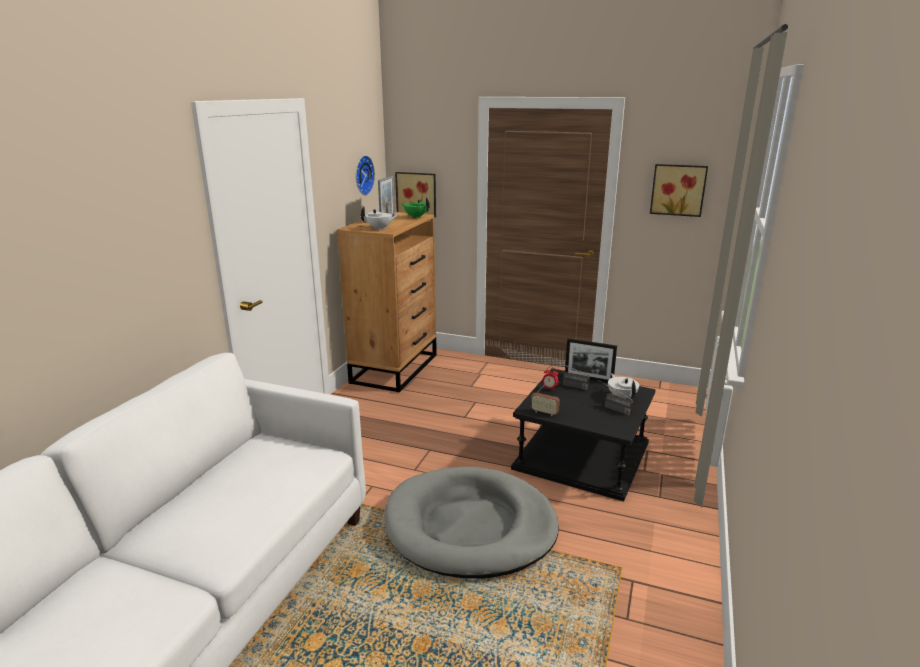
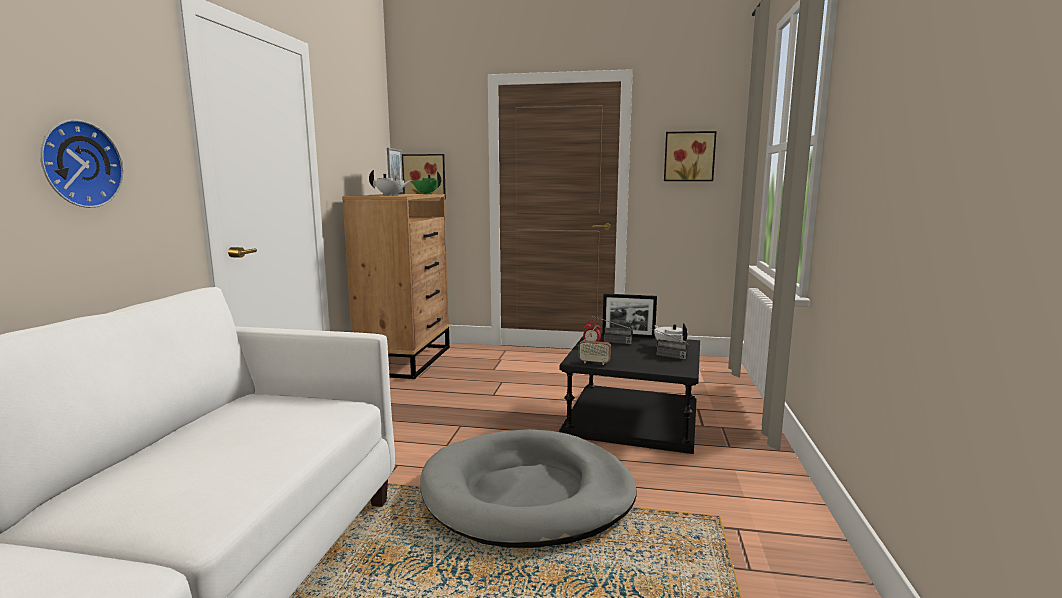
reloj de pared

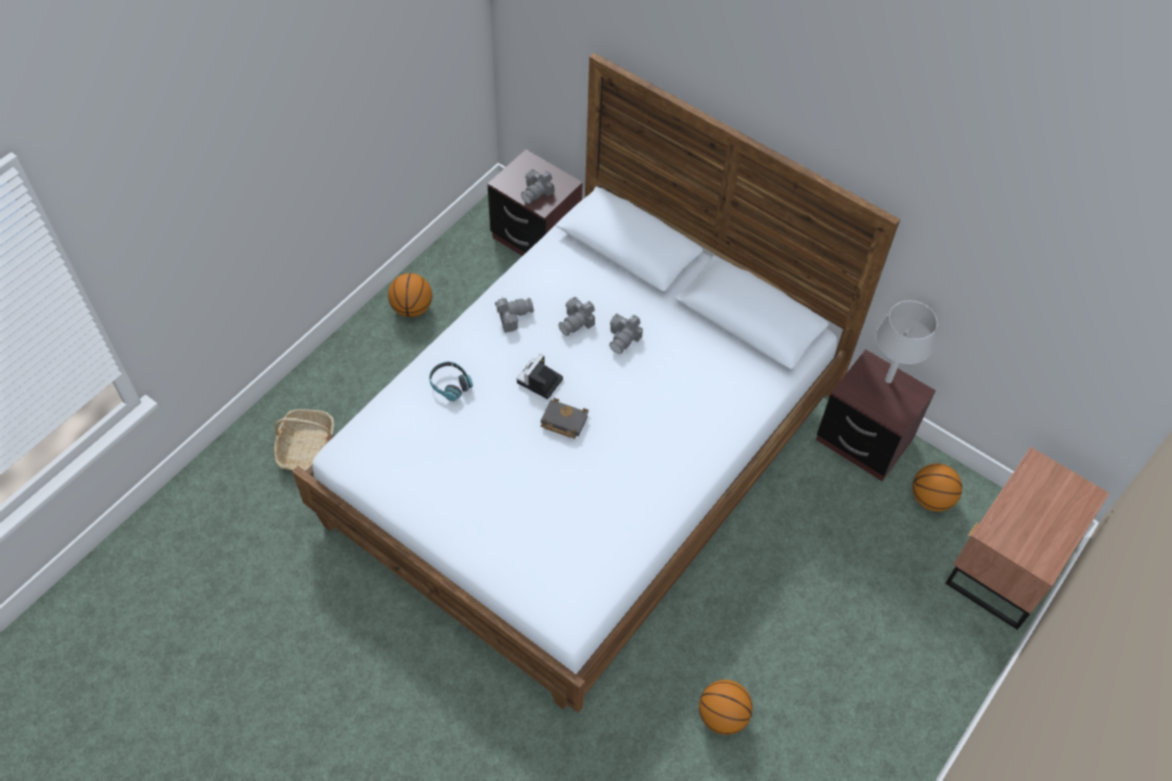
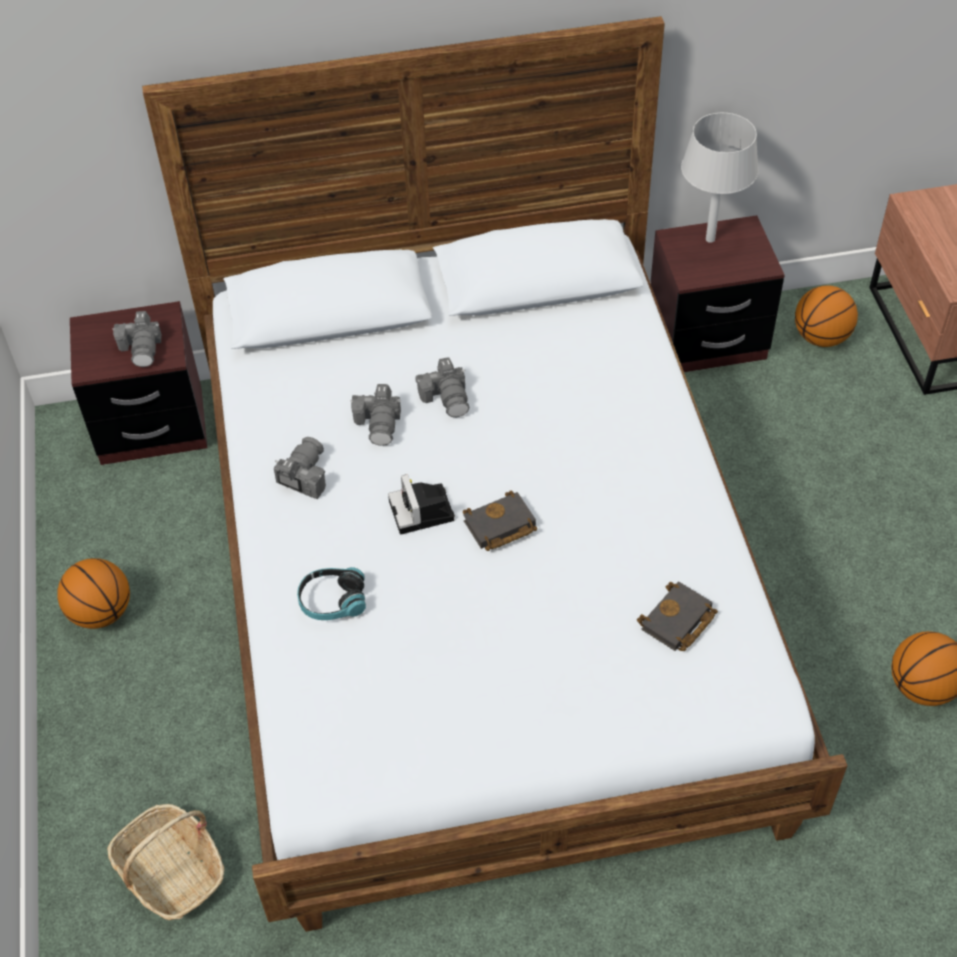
libro [negro] (2nd from left)

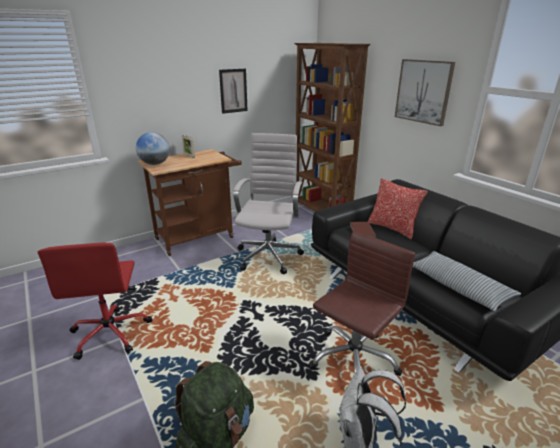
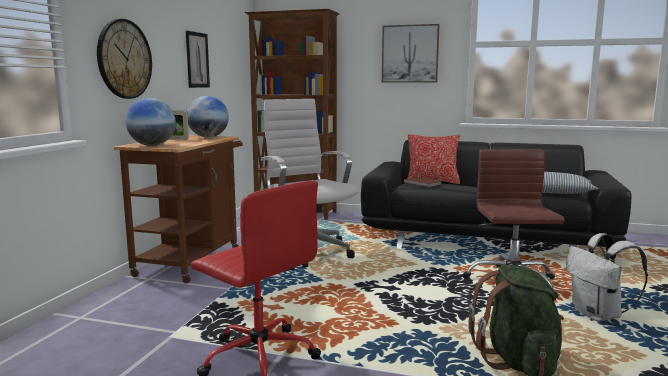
reloj de pared
globo terráqueo (2nd from left)

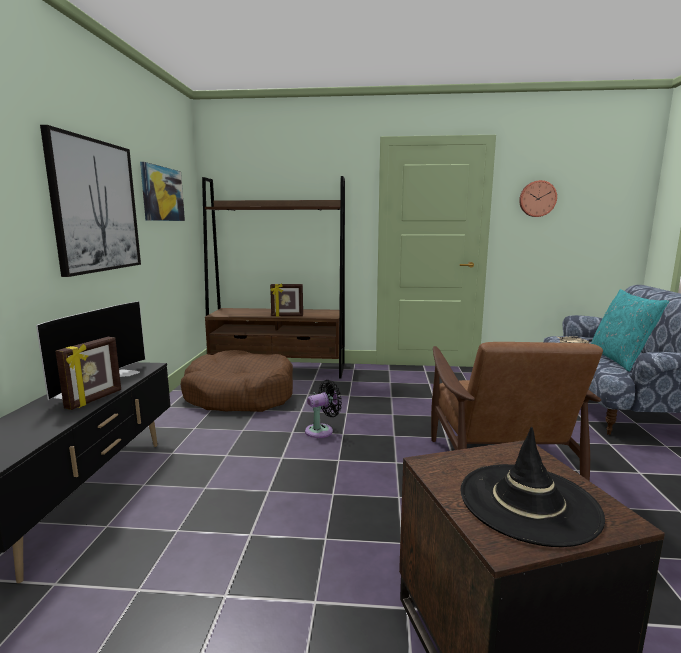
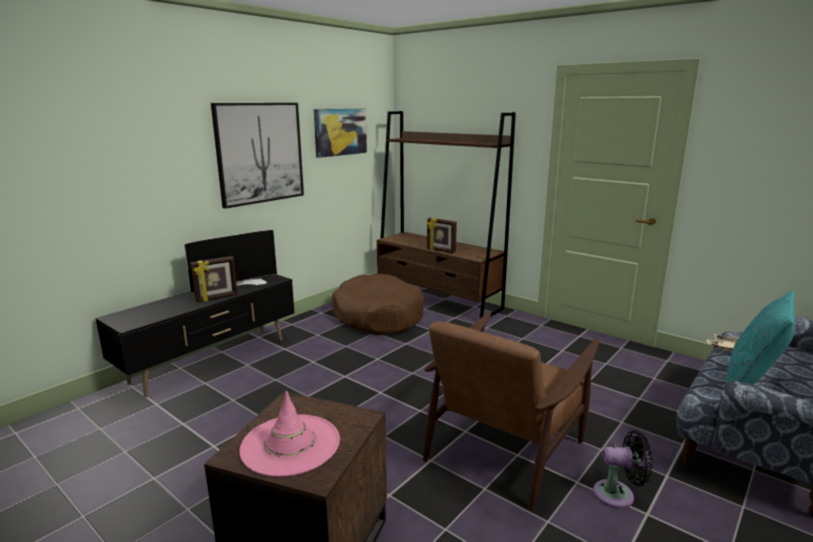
sombrero [rosa]
ventilador [negro]
reloj de pared

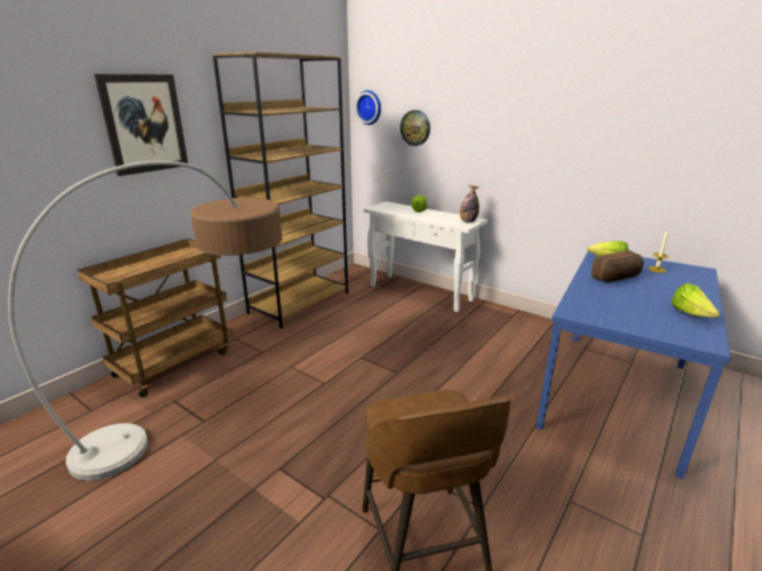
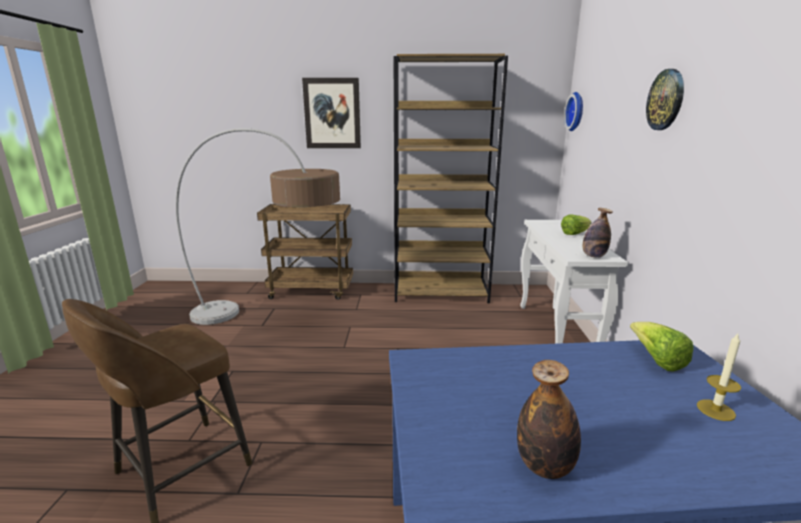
botella (1st from left)
reloj de pared (2nd from left)
pan

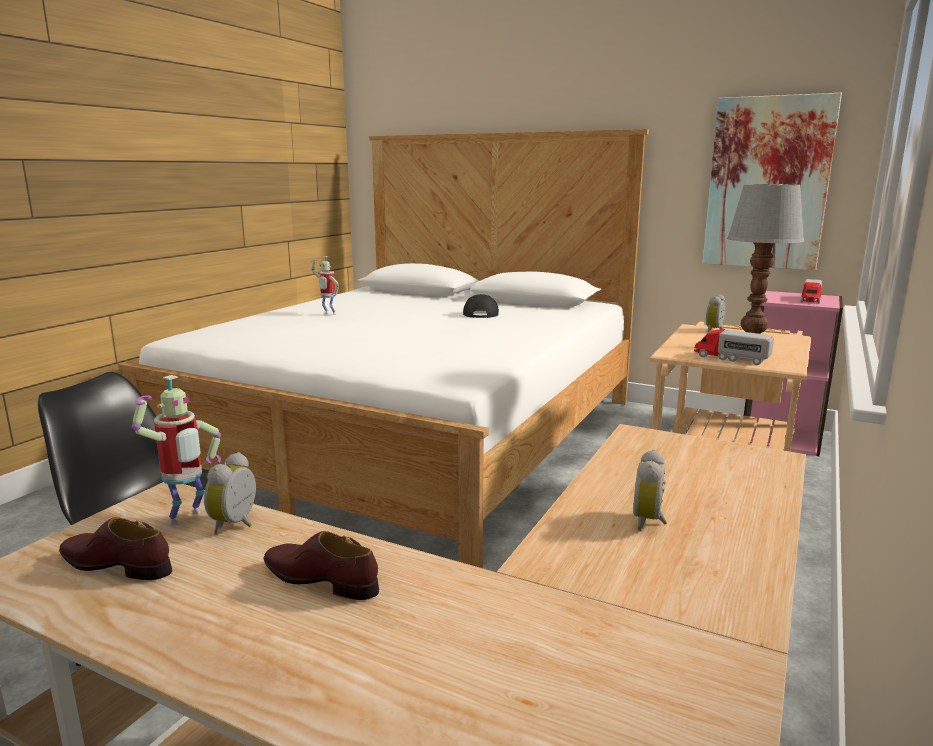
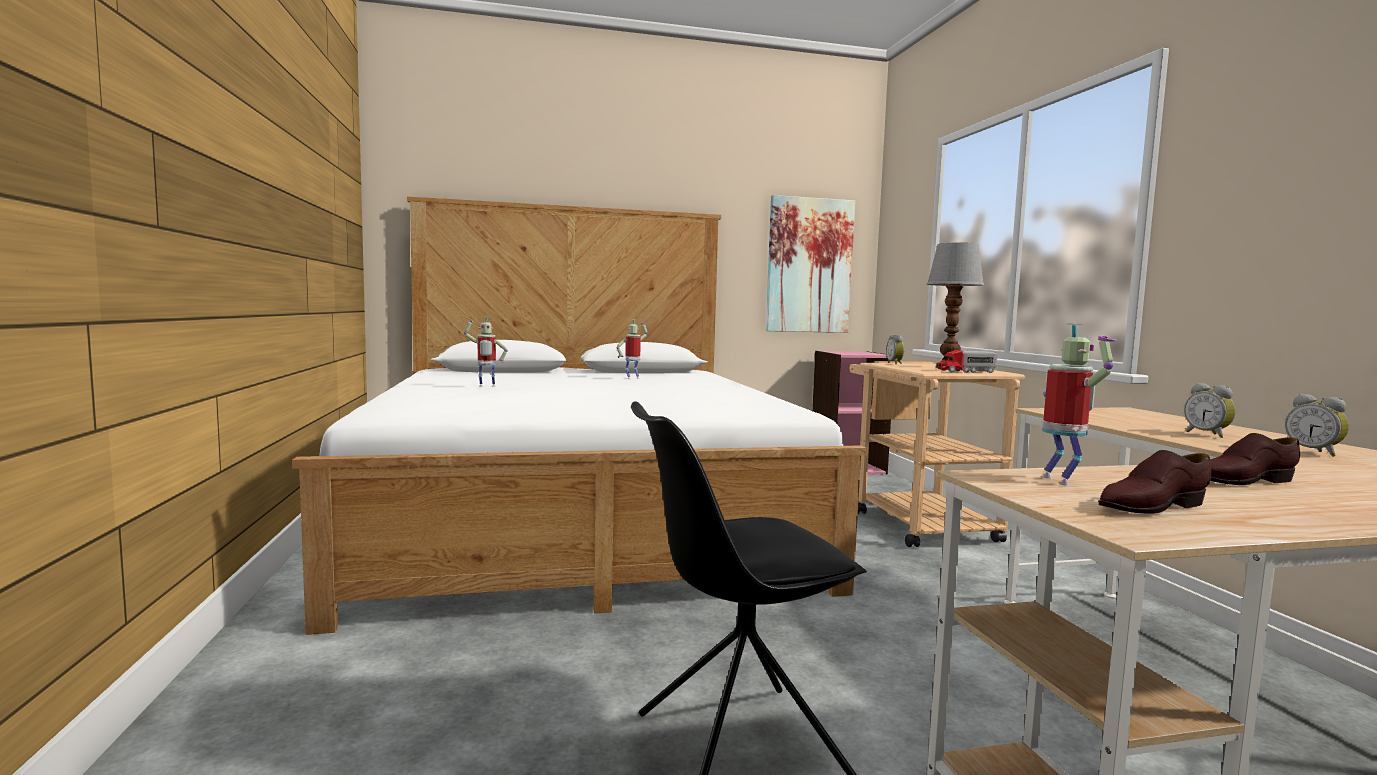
robot de juguete (2nd from left)
despertador (3rd from left)
camión de juguete (2nd from left in the first image)

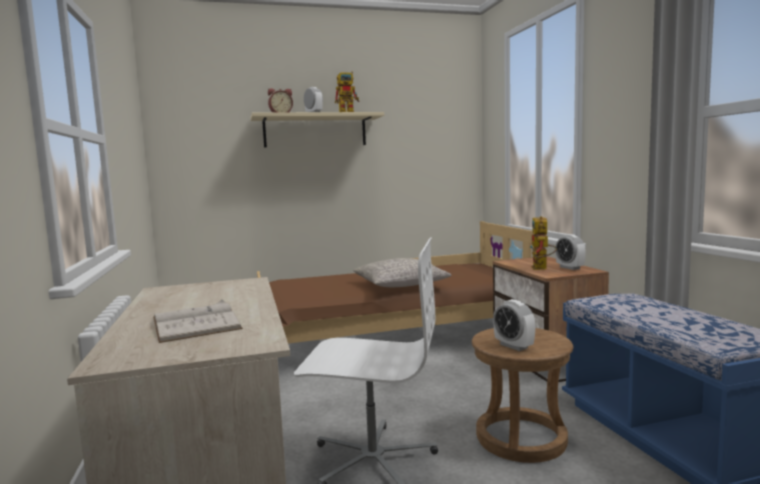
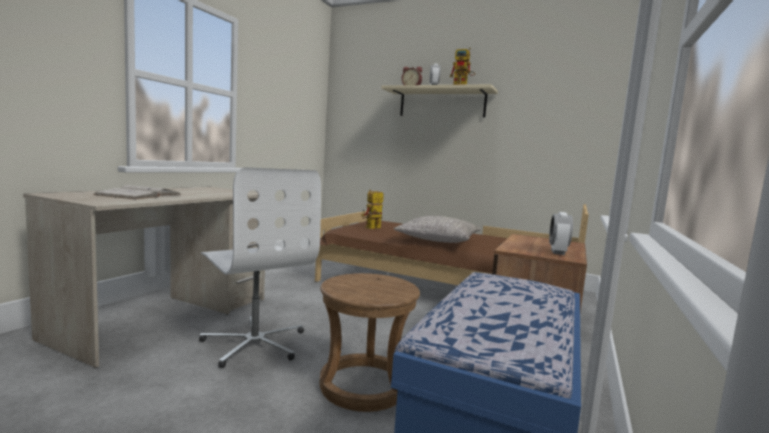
robot de juguete (1st from left)
despertador (3rd from left in the first image)

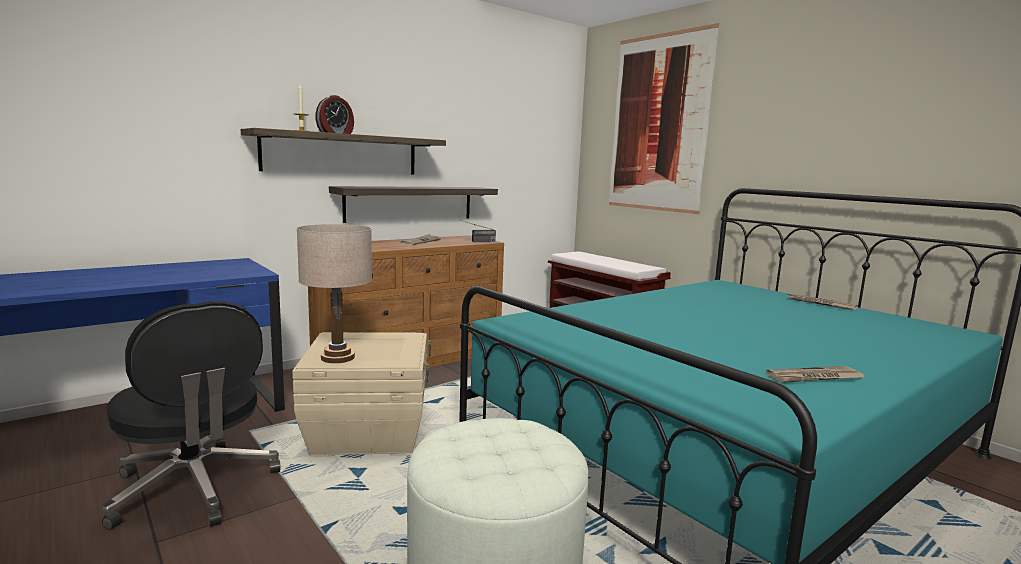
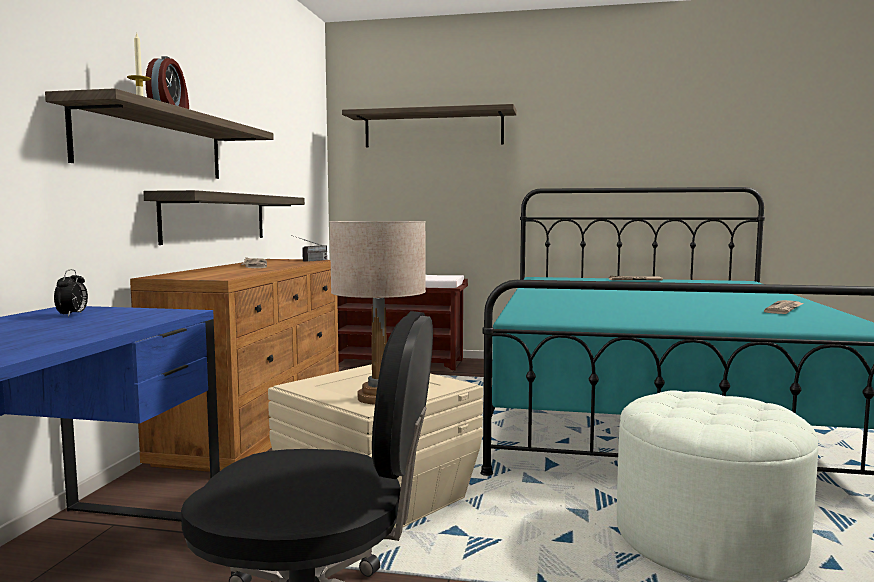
despertador (1st from left)
estante (3rd from left)

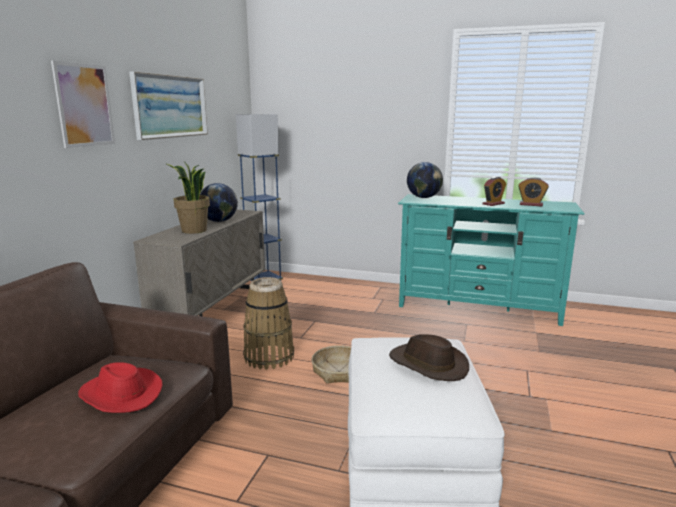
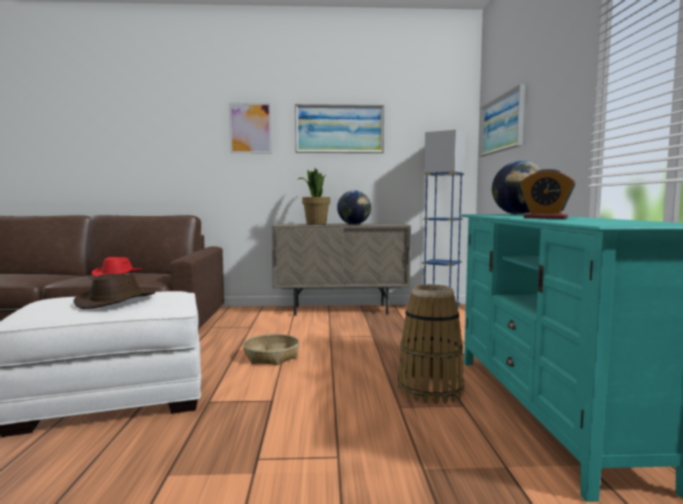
cesta (2nd from left)
cuadro (3rd from left)
despertador (2nd from left in the first image)

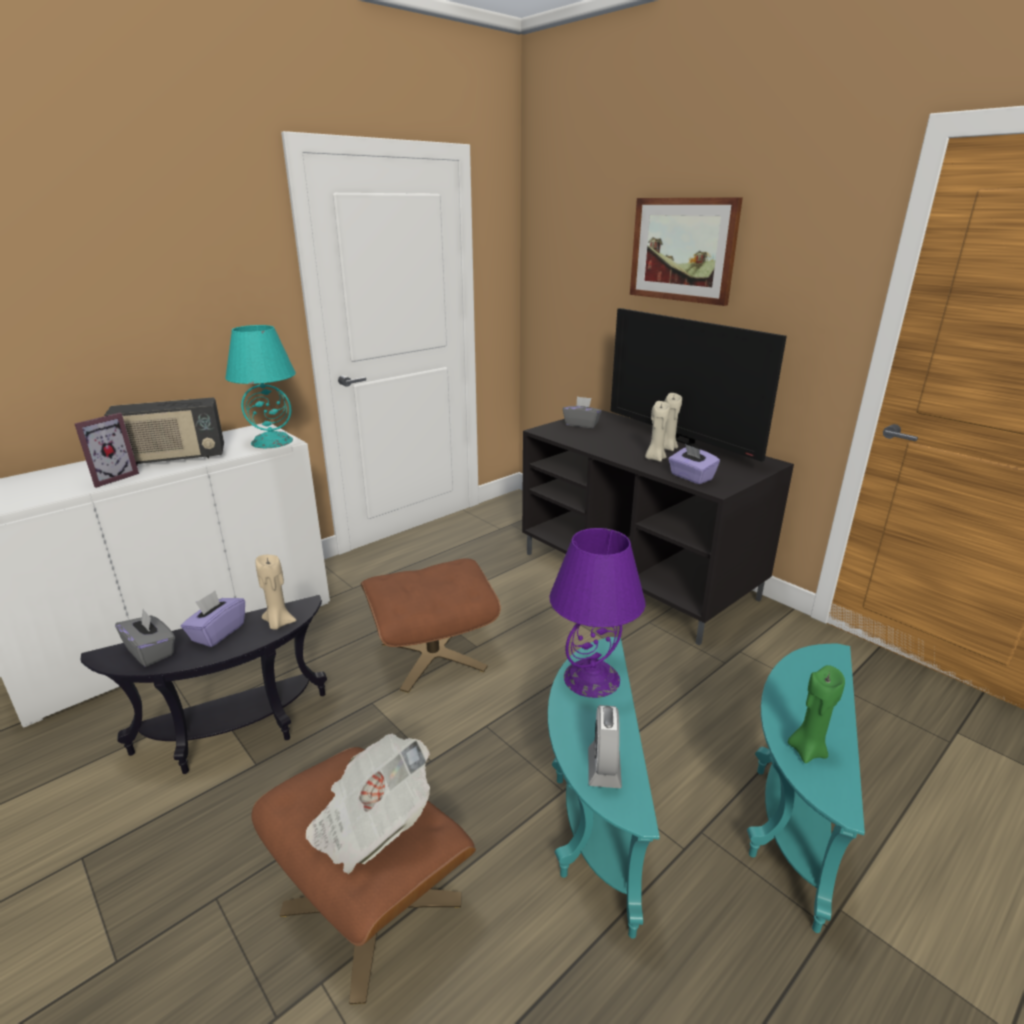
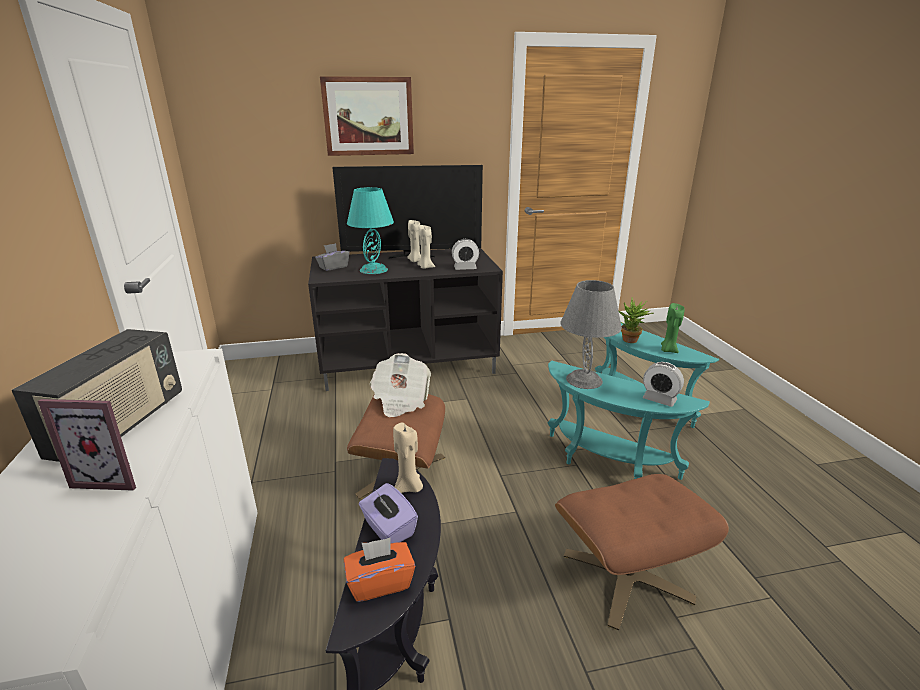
portarretratos
caja de pañuelos [naranja]
lámpara de mesa [turquesa]
periódico
despertador (1st from left)
lámpara de mesa [gris]
planta en maceta

